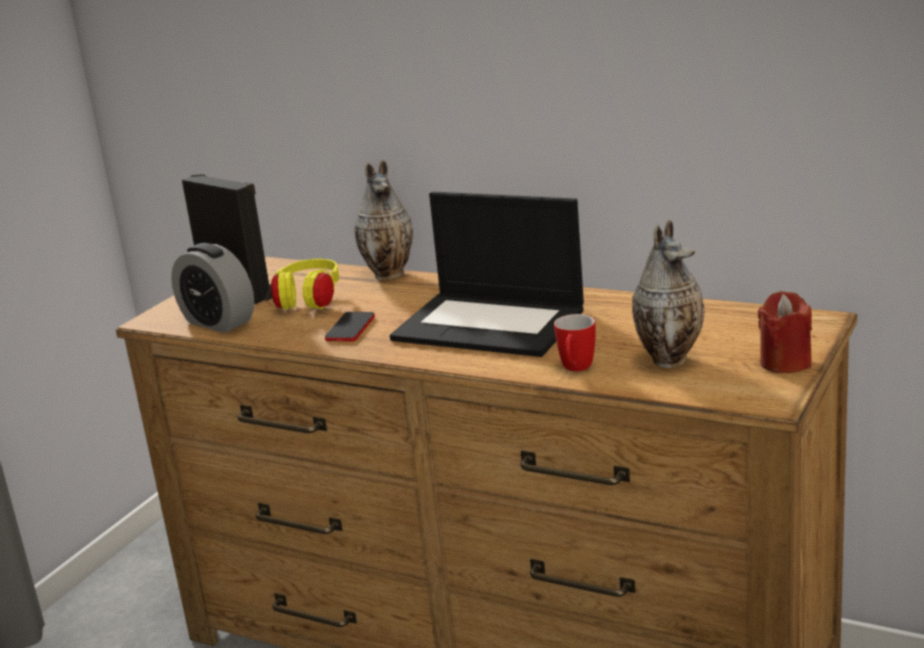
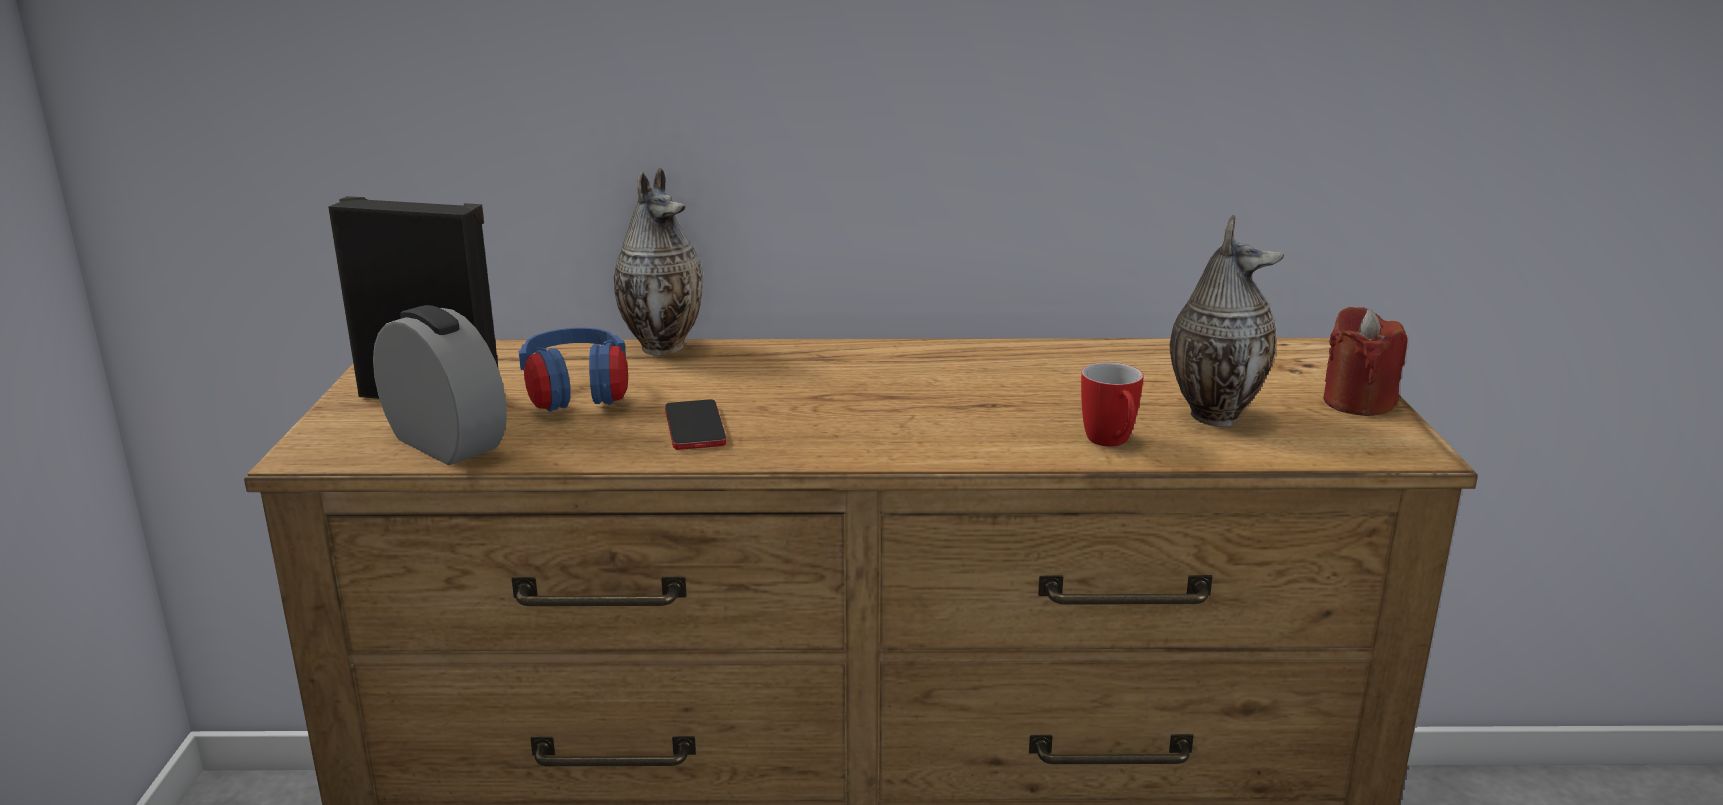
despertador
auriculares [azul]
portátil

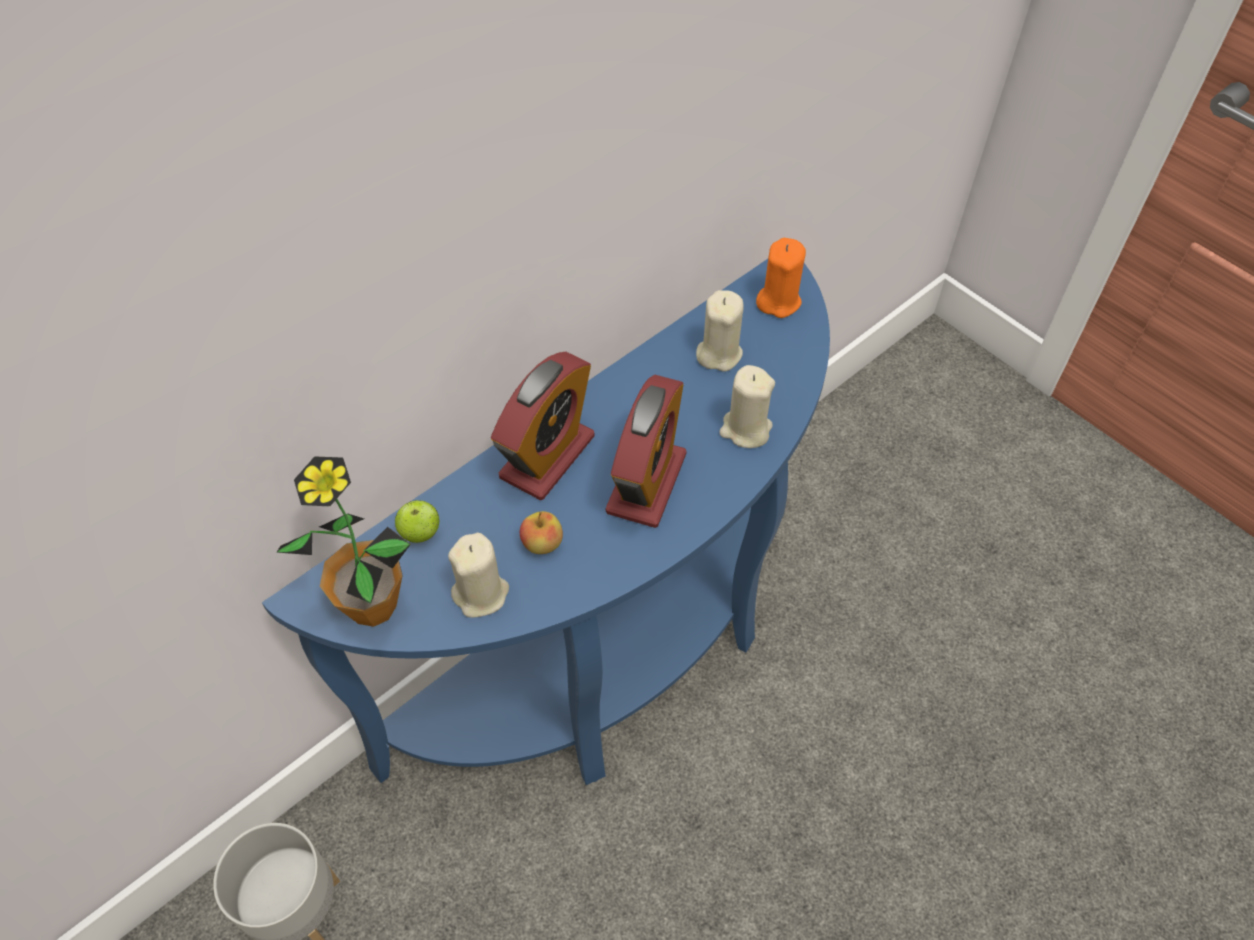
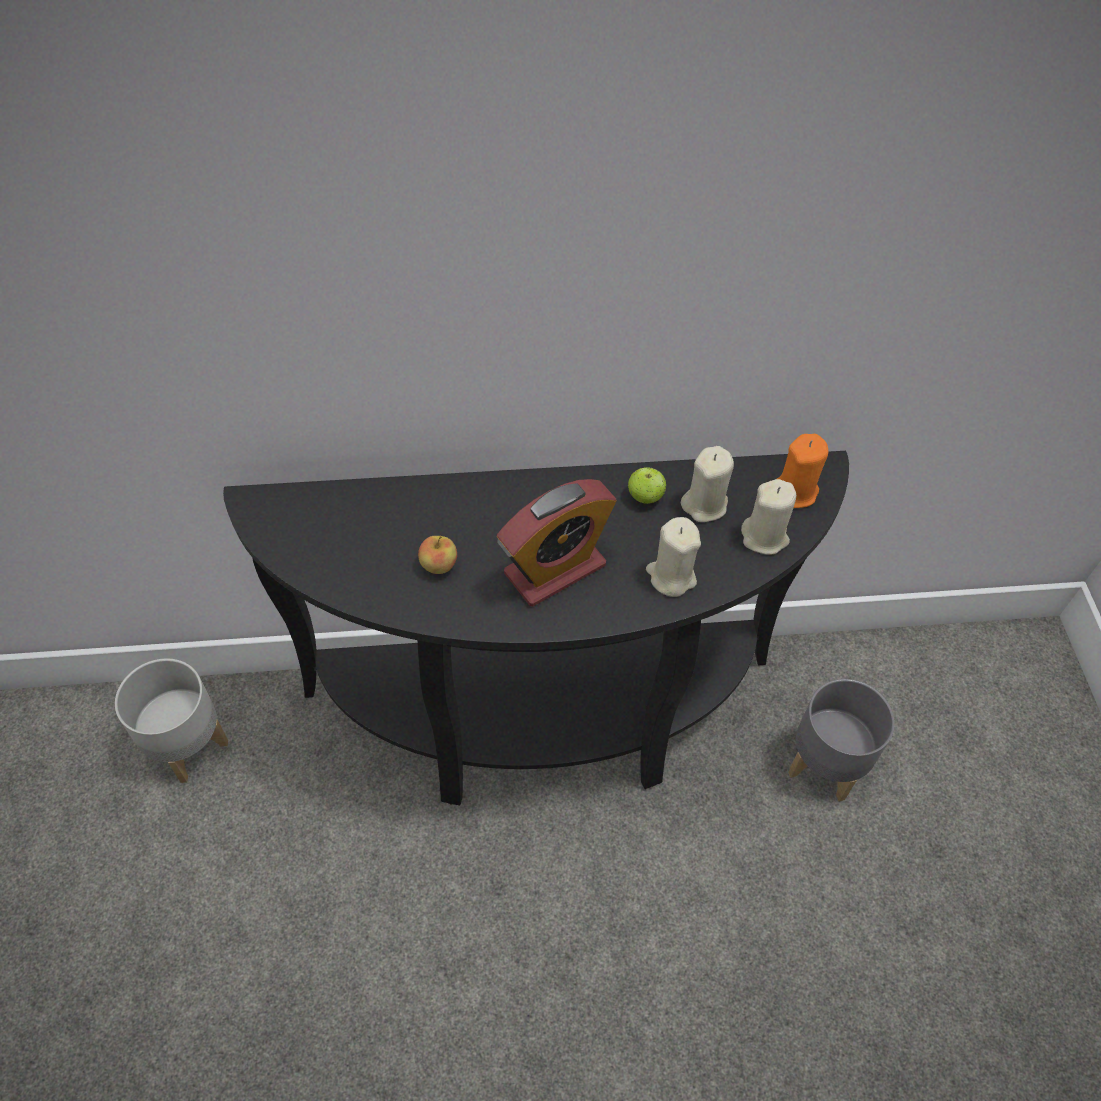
mesa consola [negro]
manzana (2nd from left)
vela [beis] (3rd from left)
maceta [gris] (2nd from left)
planta en maceta
despertador (1st from left in the first image)

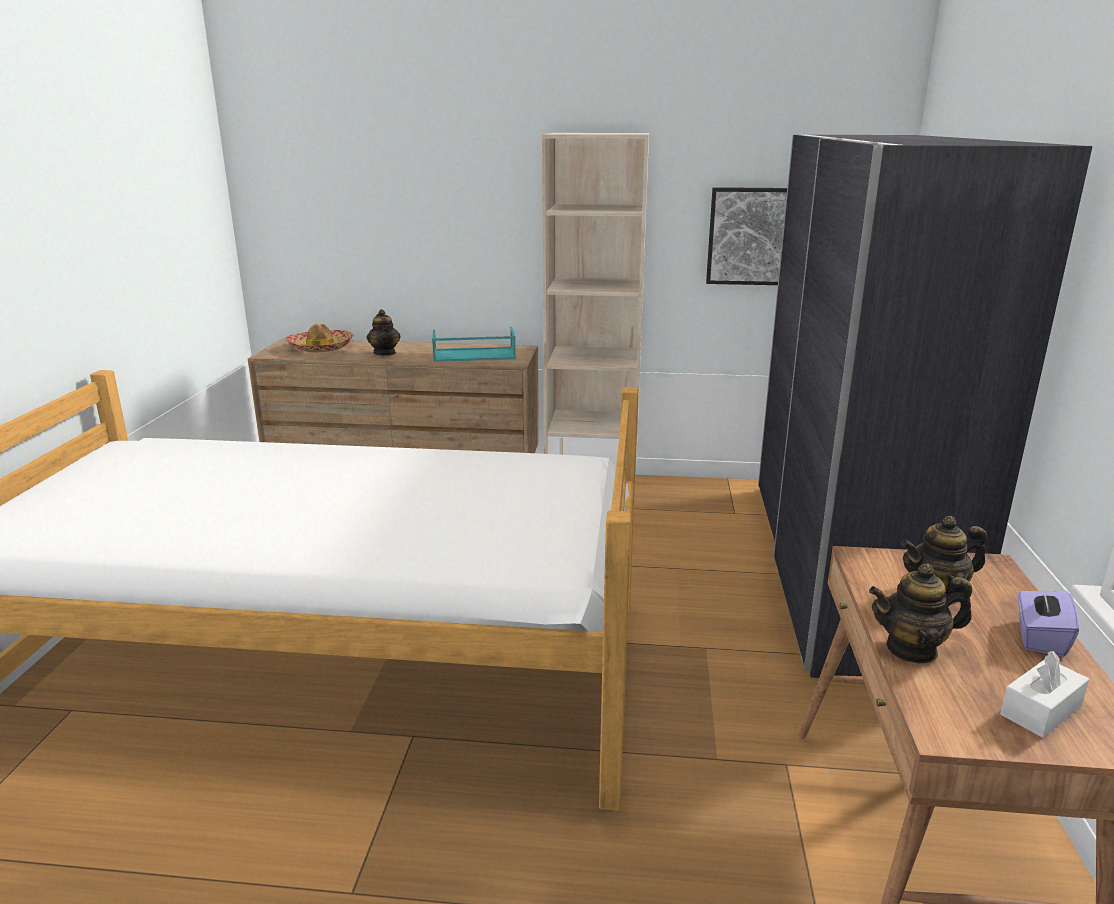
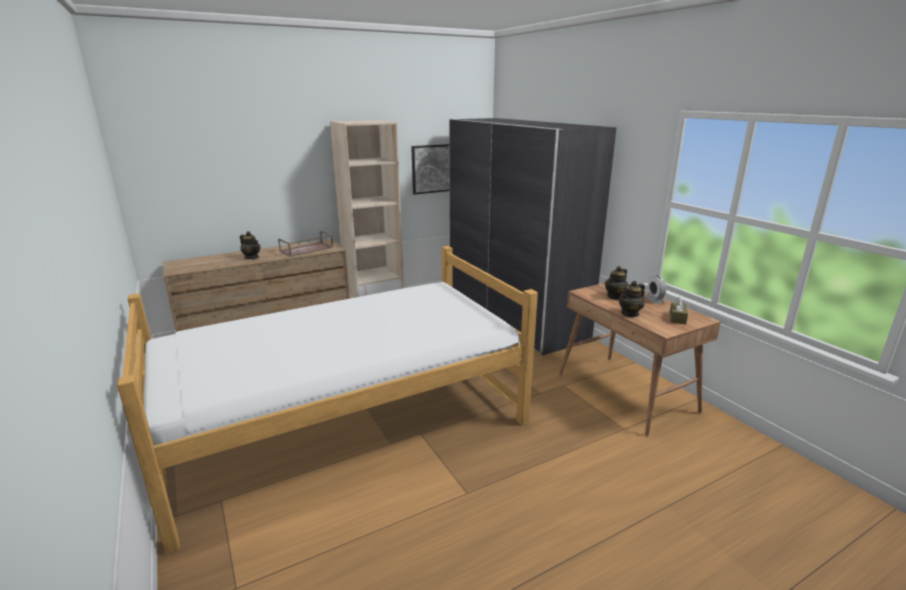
bandeja [marrón]
despertador
caja de pañuelos [marrón]
sombrero

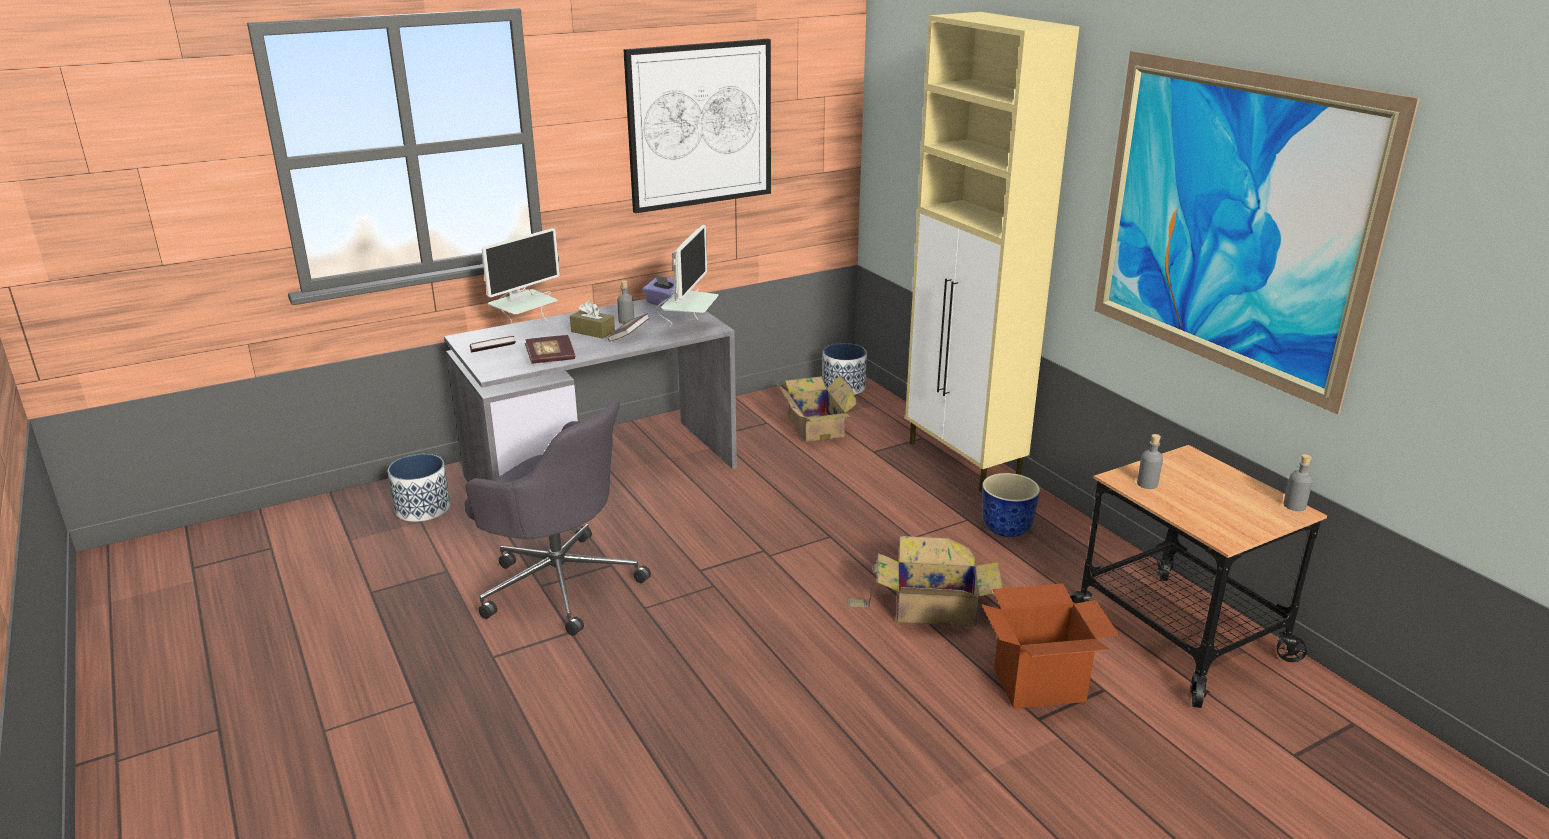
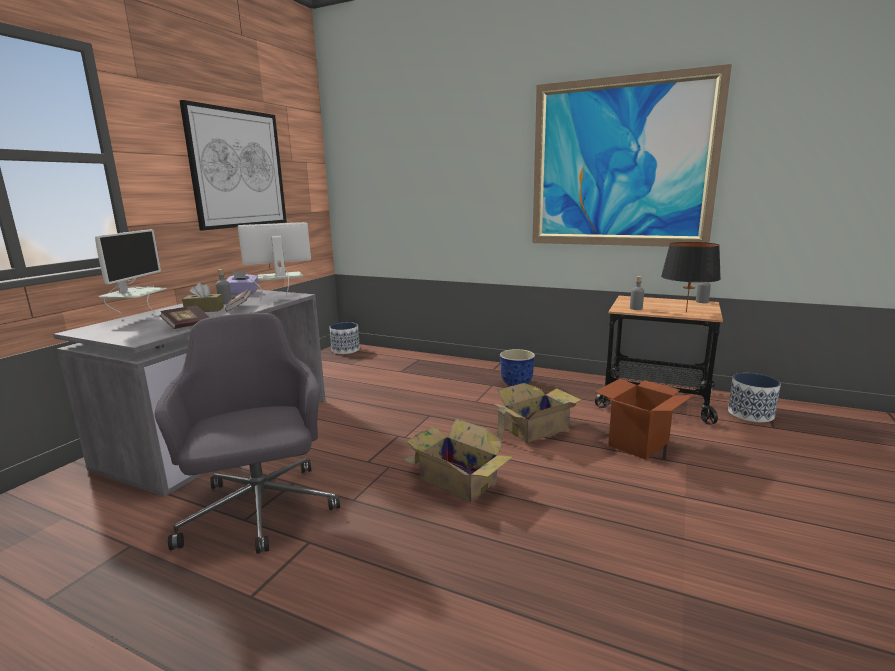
silla de oficina [gris]
monitor (2nd from left)
caja de cartón (1st from left)
lámpara de mesa [negro]
maceta (3rd from left)
libro (1st from left in the first image)
armario [beis]

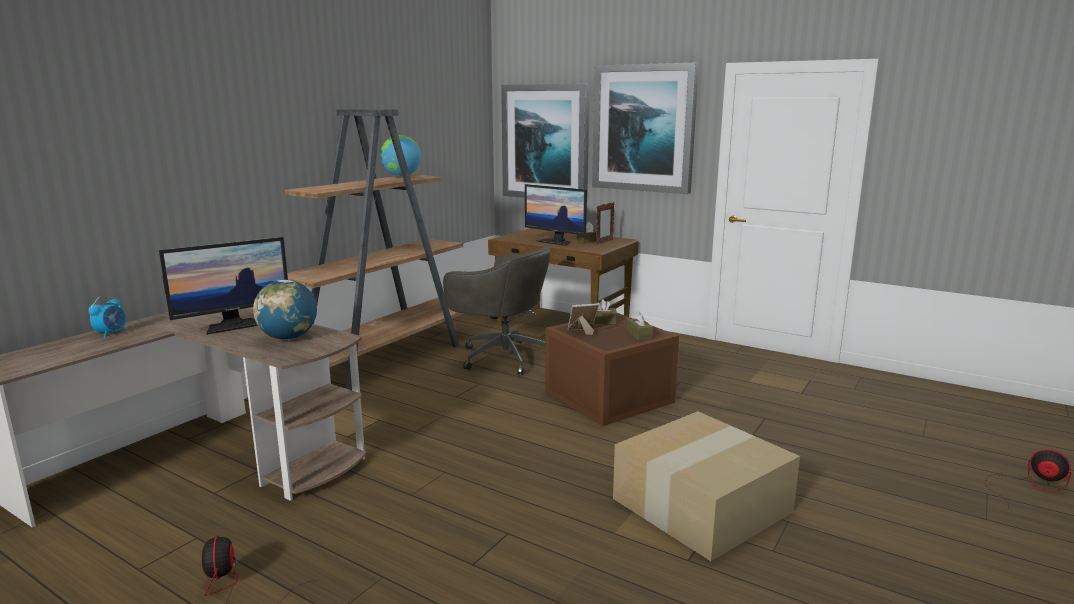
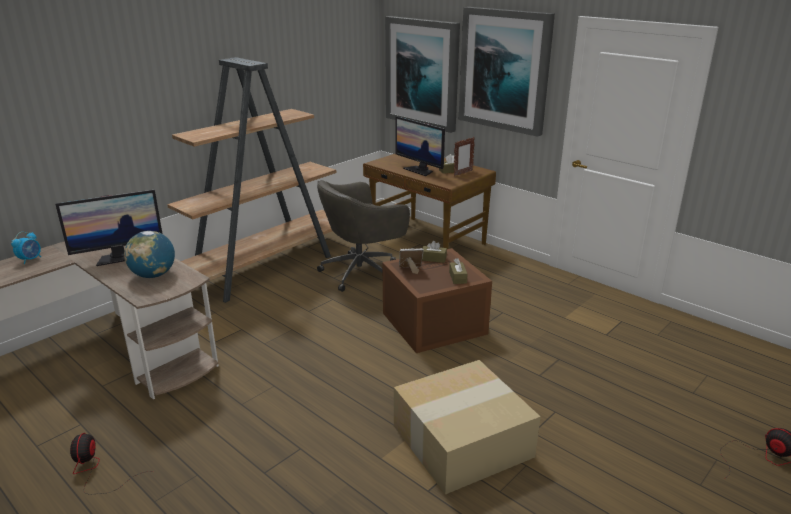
silla de oficina [gris]
globo terráqueo (2nd from left in the first image)

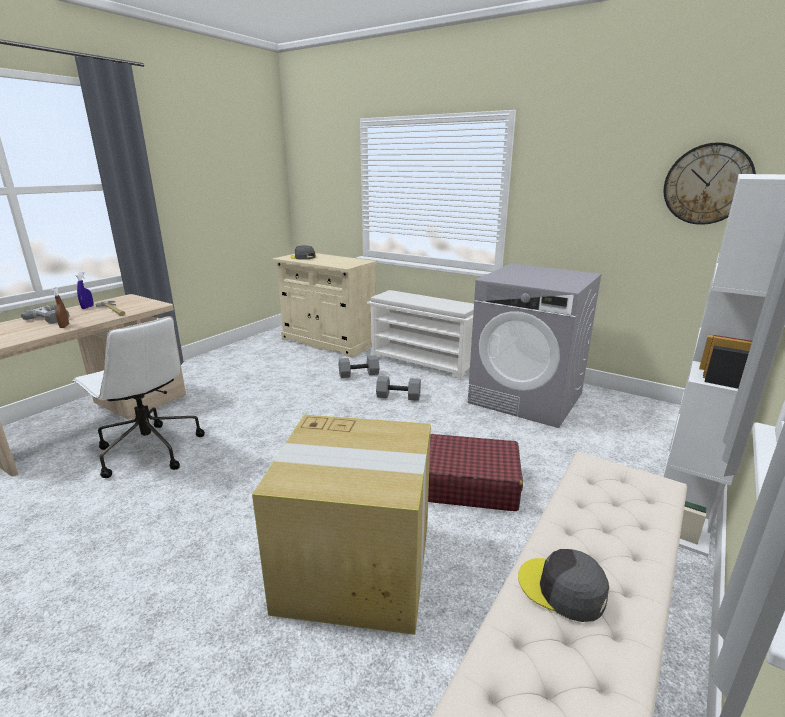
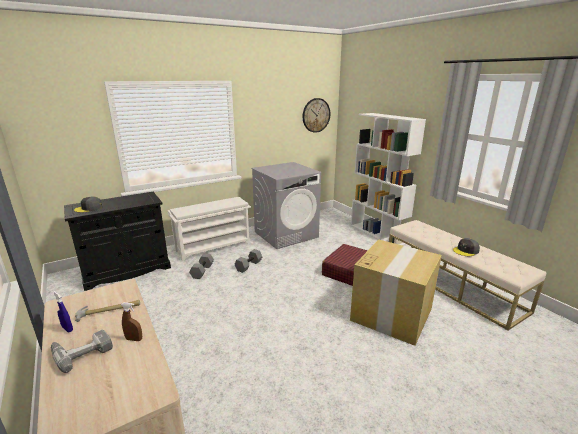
armario [negro]
silla de oficina [blanco]

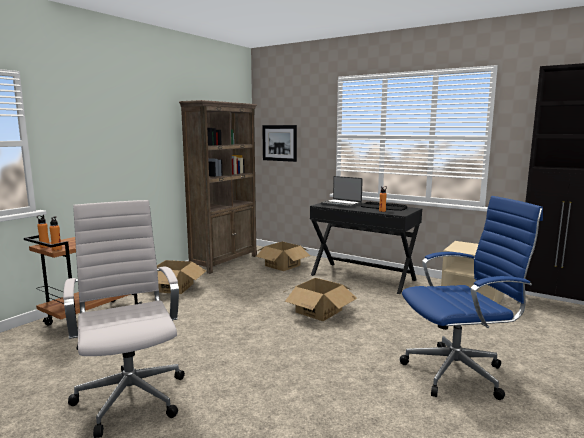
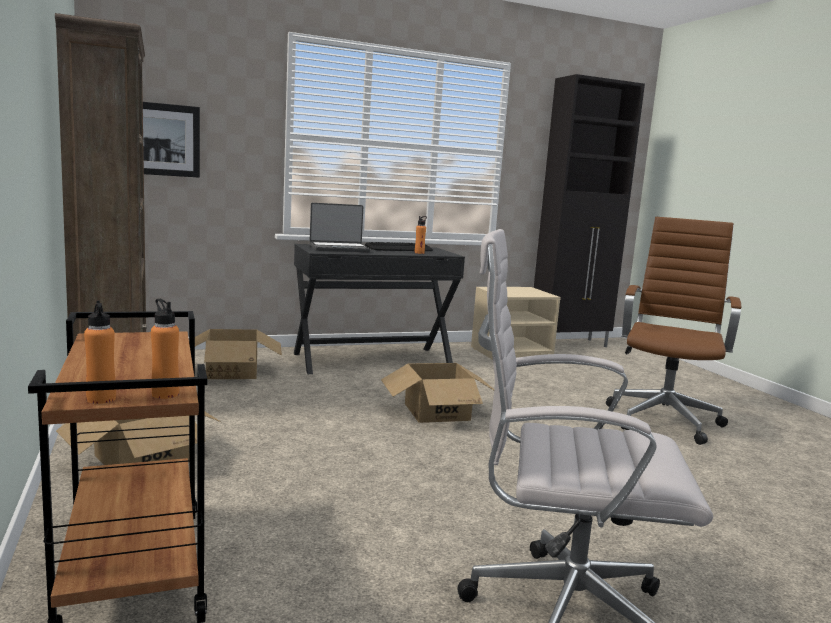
silla de oficina [marrón]

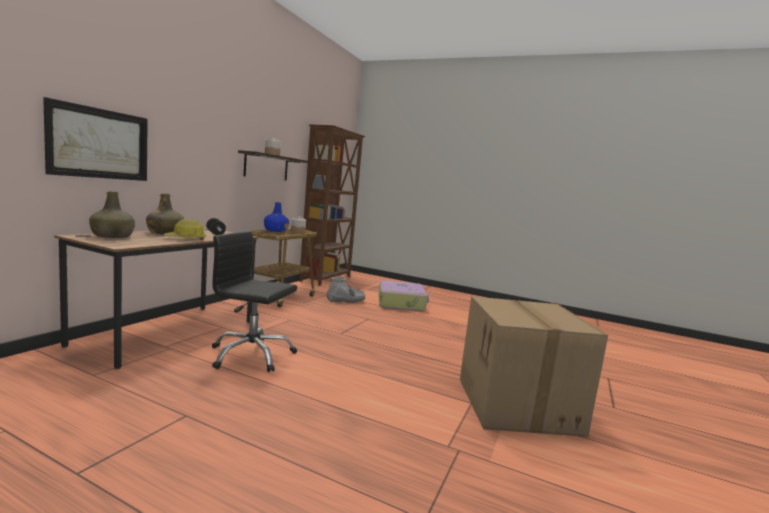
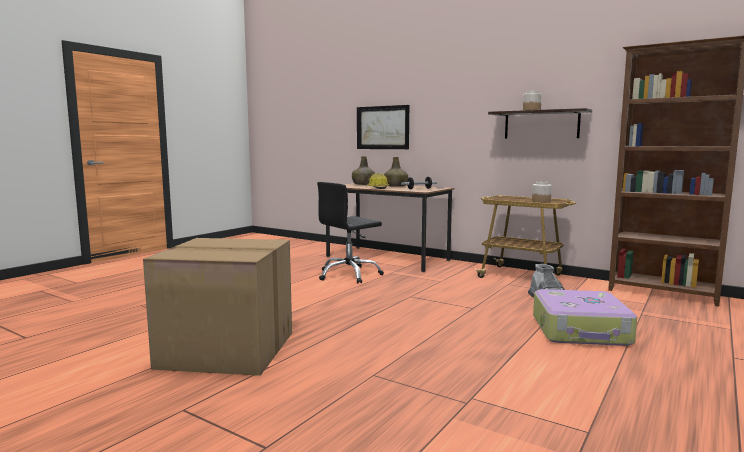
silla de oficina [negro]
botella [azul]

